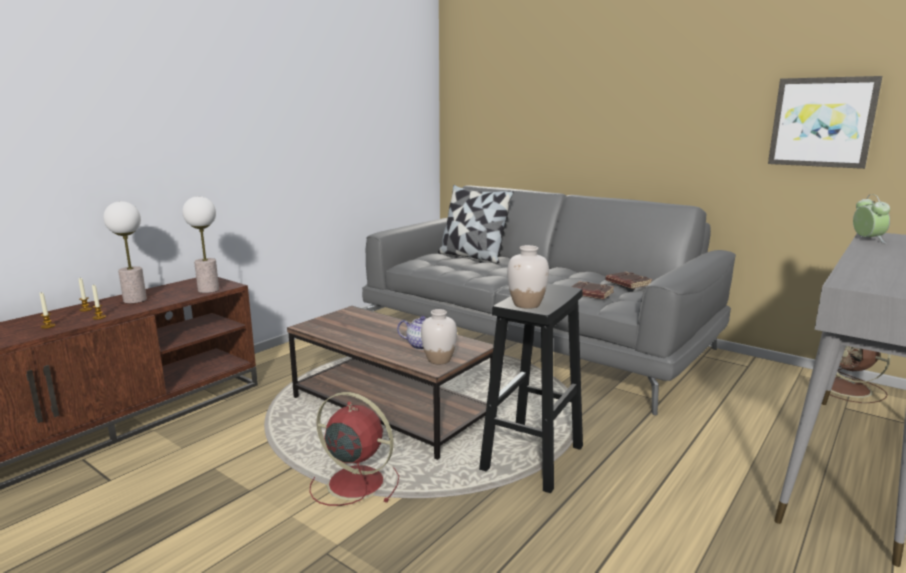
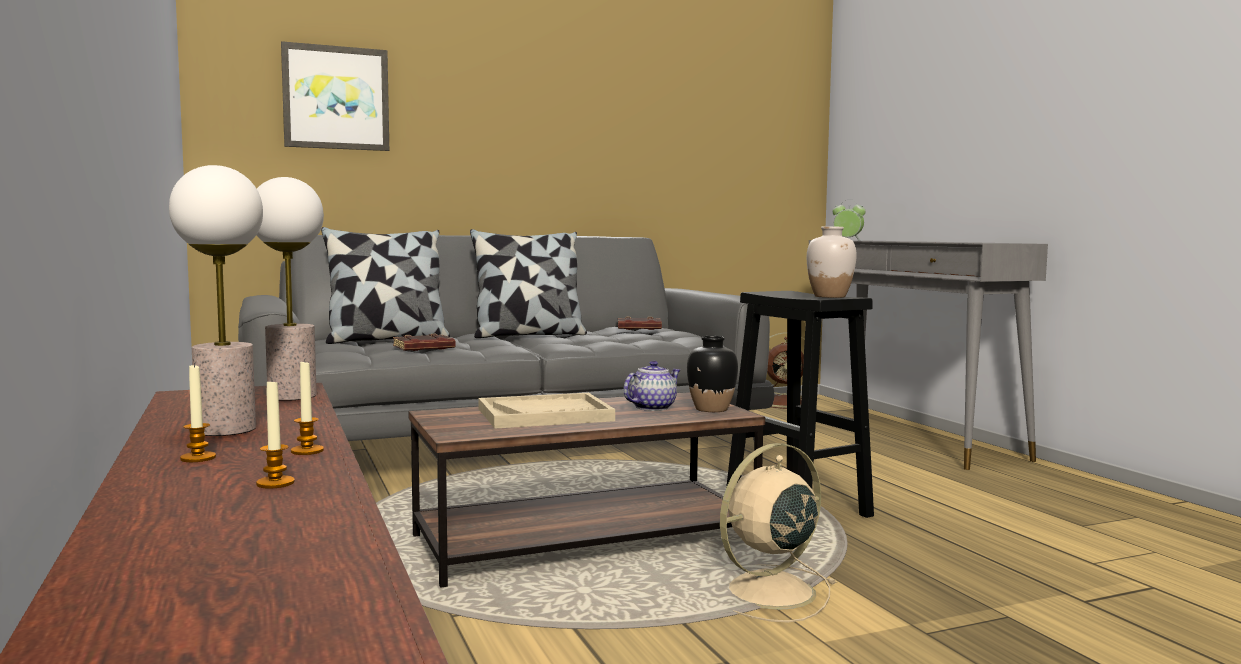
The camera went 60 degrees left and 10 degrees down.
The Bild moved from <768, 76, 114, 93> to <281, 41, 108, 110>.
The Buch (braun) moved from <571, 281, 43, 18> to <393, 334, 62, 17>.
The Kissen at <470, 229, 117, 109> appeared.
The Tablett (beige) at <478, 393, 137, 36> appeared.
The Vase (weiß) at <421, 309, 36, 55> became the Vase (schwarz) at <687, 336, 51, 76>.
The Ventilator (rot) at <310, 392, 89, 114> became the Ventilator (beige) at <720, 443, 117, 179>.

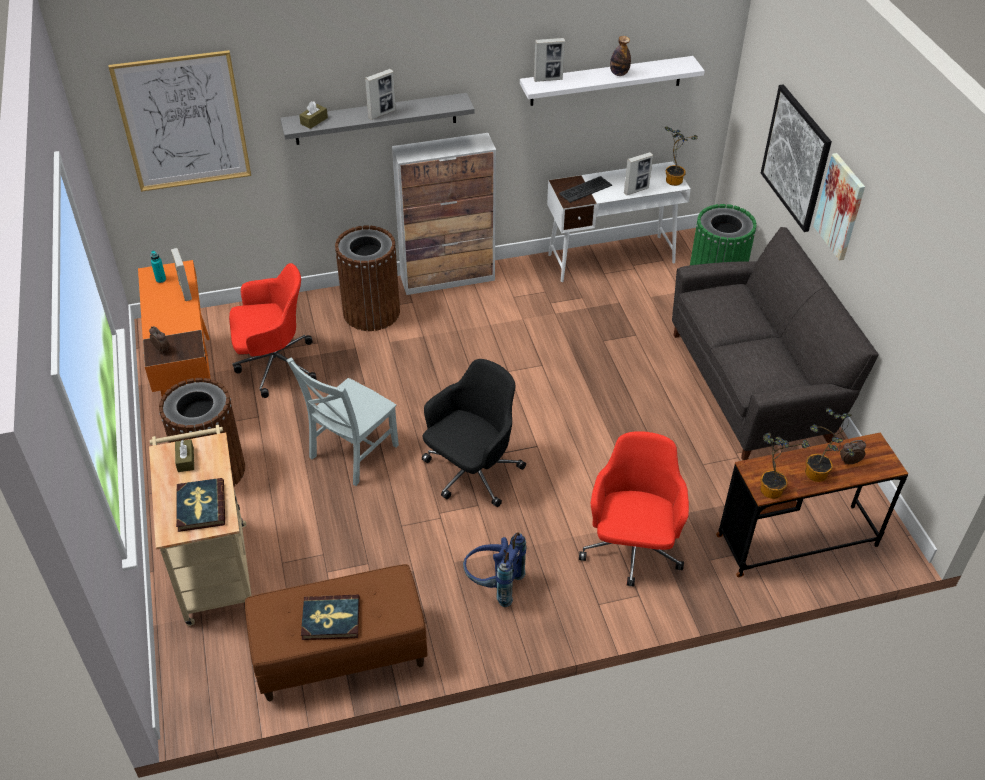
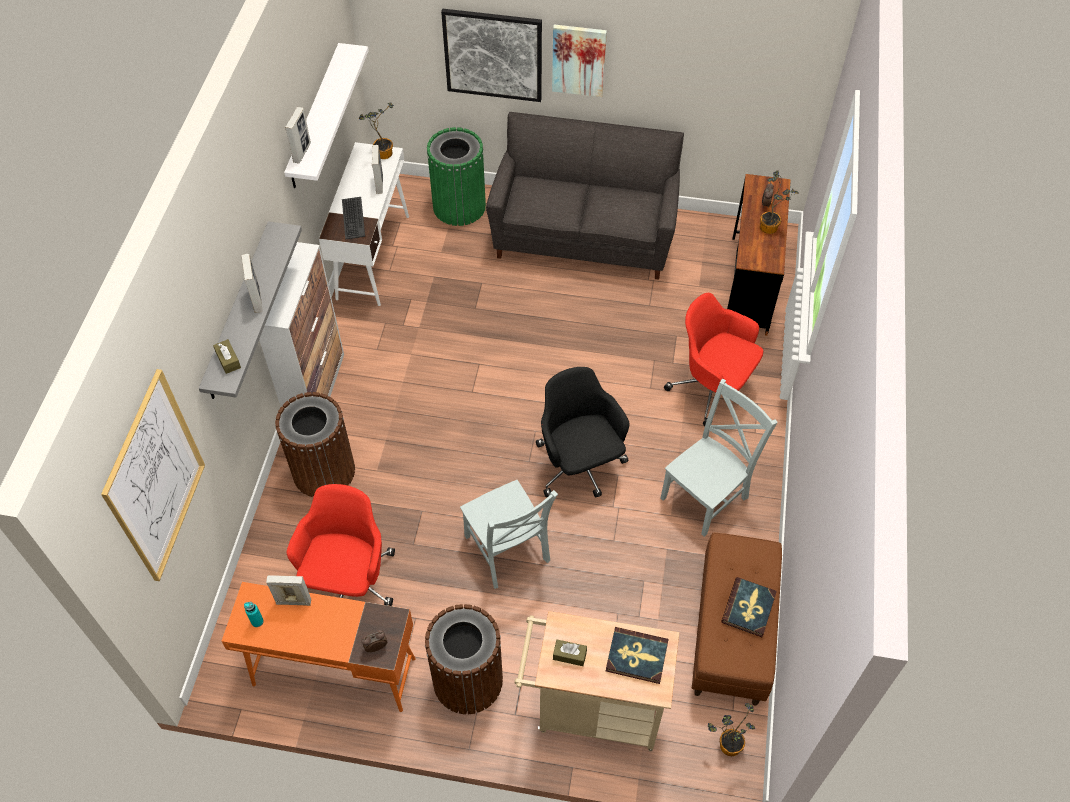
The camera went 65 degrees left and 10 degrees up.
The Rucksack (blau) at <463, 532, 64, 75> was replaced by the Stuhl (grau) at <660, 379, 118, 158>.
The Topfpflanze moved from <760, 433, 49, 66> to <708, 703, 47, 53>.
The Flasche at <610, 36, 21, 40> disappeared.

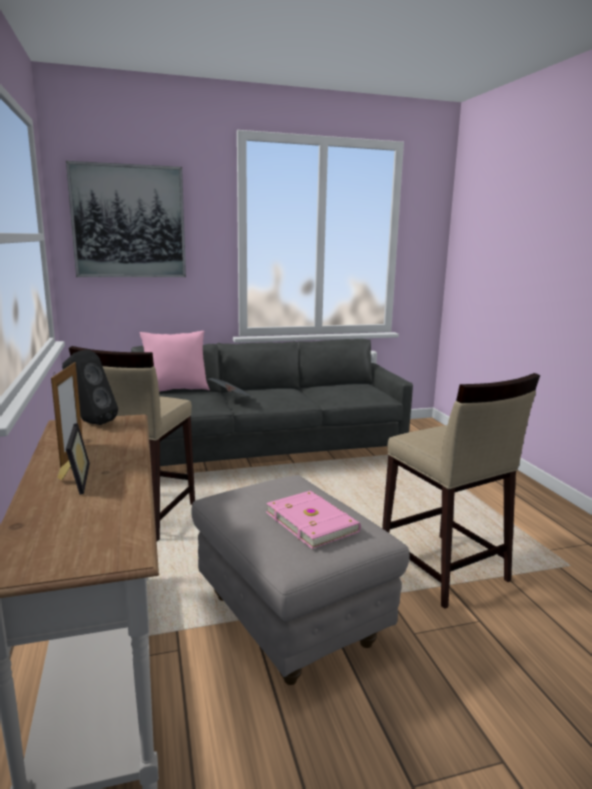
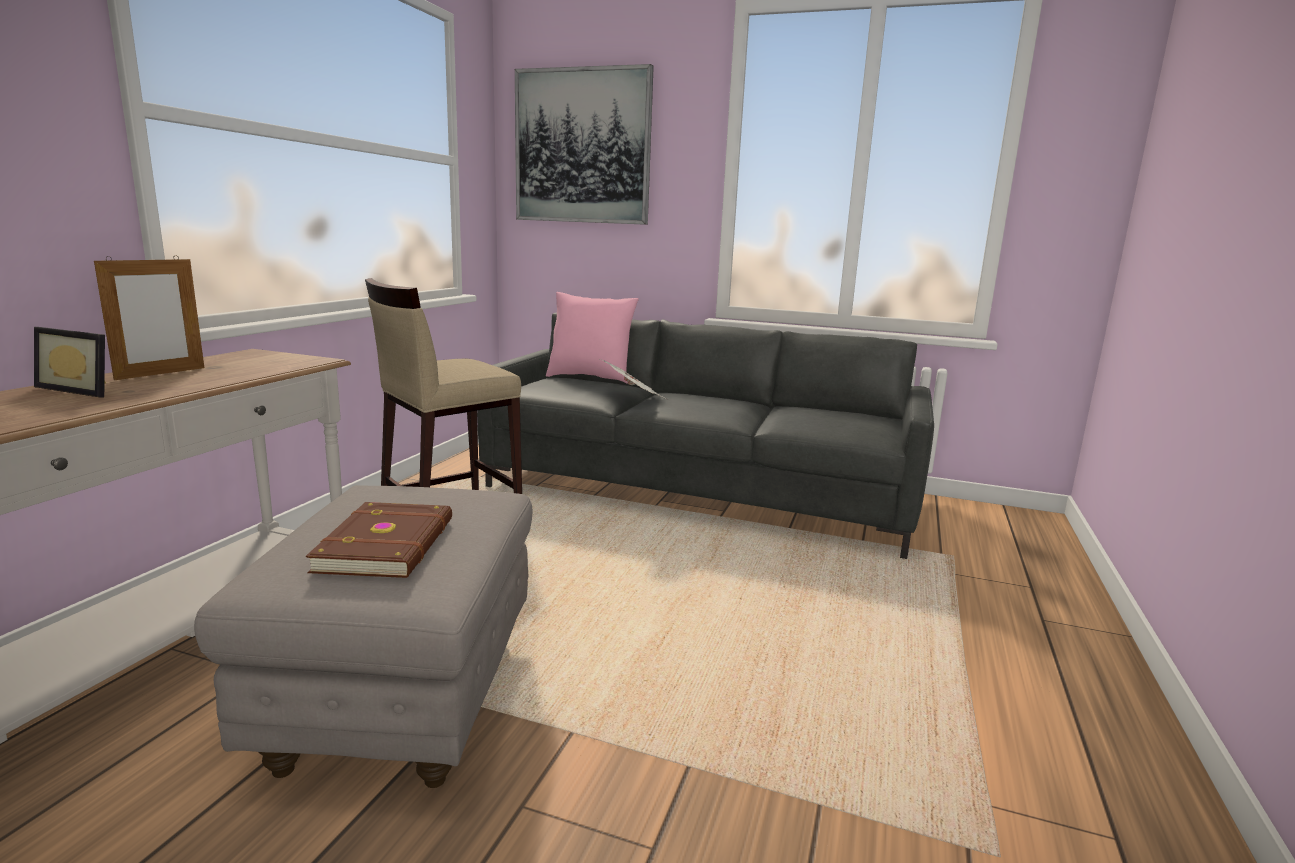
The camera went 35 degrees right and 0 degrees up.
The Bilderrahmen at <57, 423, 33, 72> turned 90 degrees clockwise.
The Buch (rosa) at <266, 491, 95, 58> became the Buch (braun) at <306, 502, 146, 76>.
The Lautsprecher (schwarz) at <62, 350, 56, 75> disappeared.
The Hocker (beige) at <382, 373, 158, 236> disappeared.

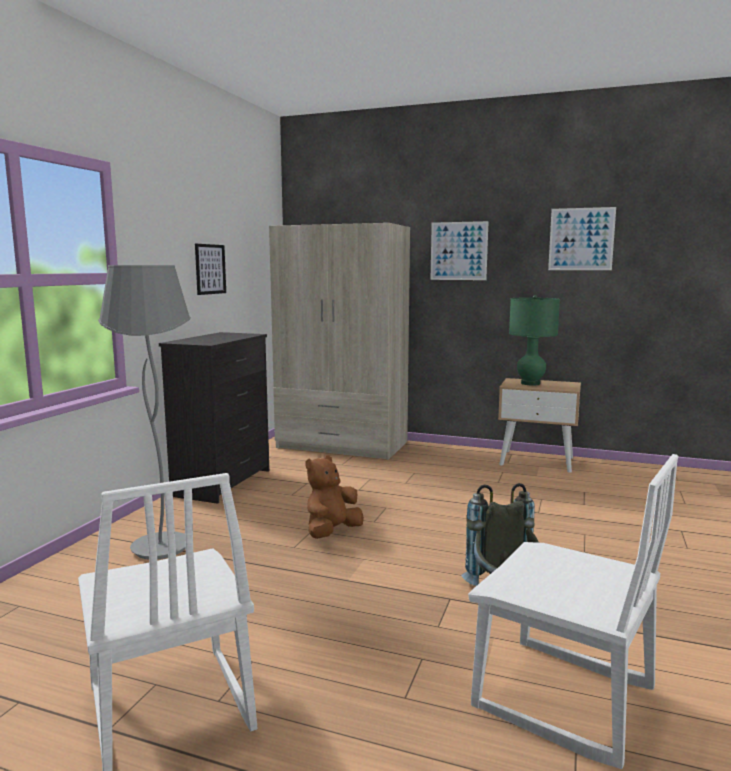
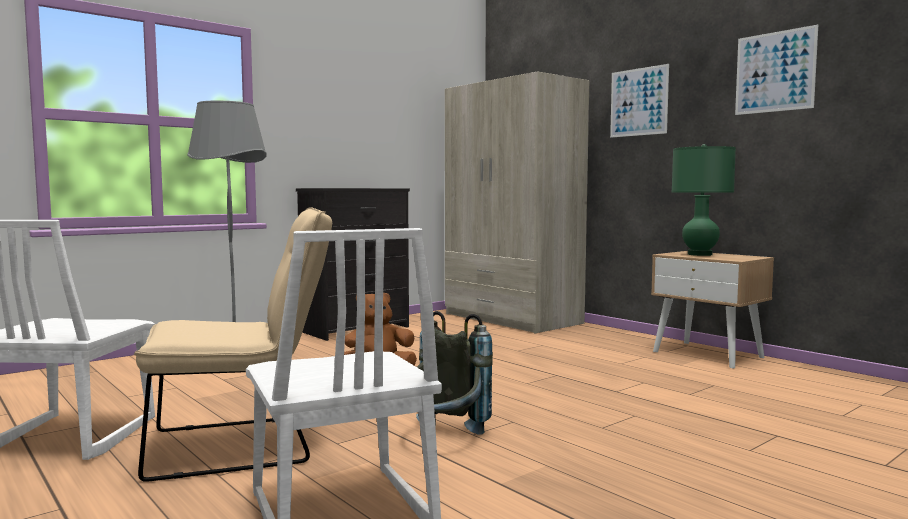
The camera went 30 degrees right and 5 degrees down.
The Stuhl (beige) at <134, 207, 198, 275> appeared.
The Bild at <195, 244, 31, 51> disappeared.

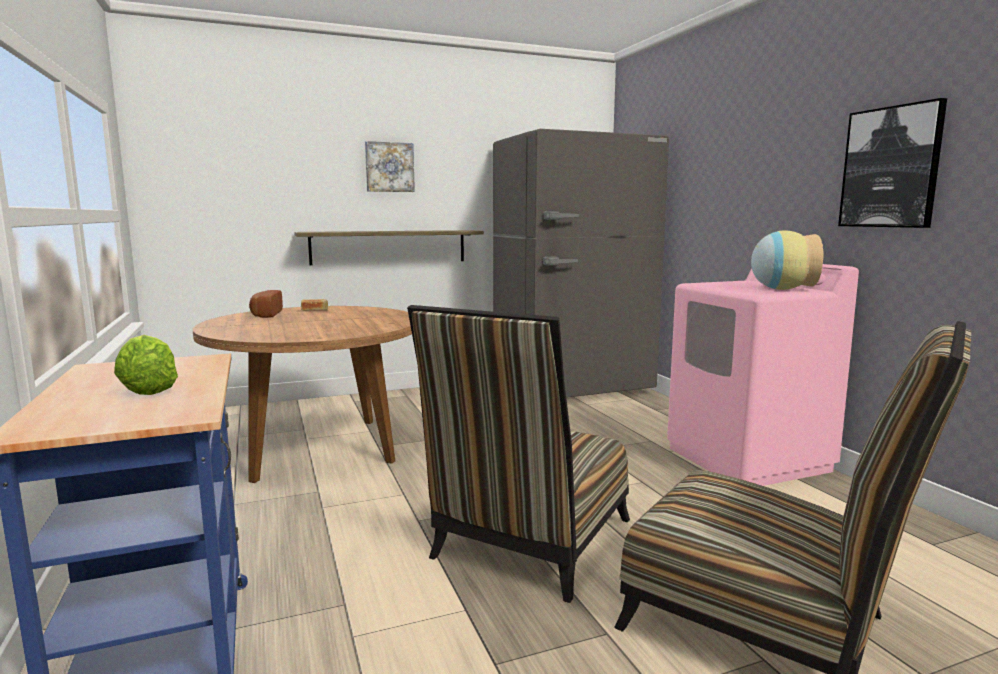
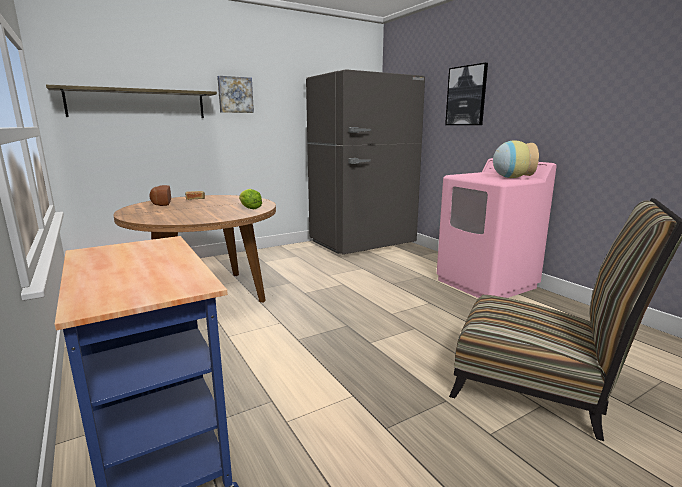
The camera went 10 degrees left and 5 degrees up.
The Wandregal moved from <294, 230, 190, 35> to <46, 85, 171, 33>.
The Salatkopf moved from <114, 335, 64, 60> to <239, 189, 23, 20>.
The Bild moved from <838, 98, 109, 130> to <445, 63, 43, 62>.
The Stuhl at <407, 305, 223, 298> disappeared.

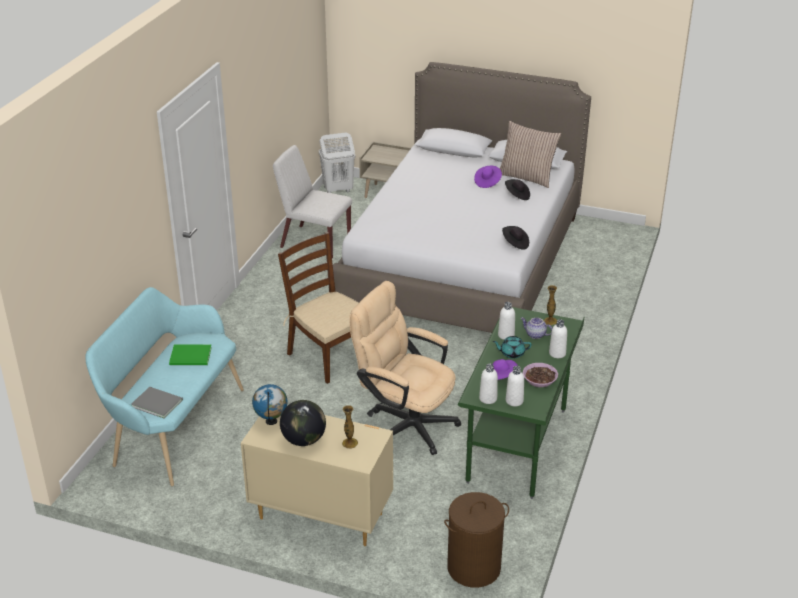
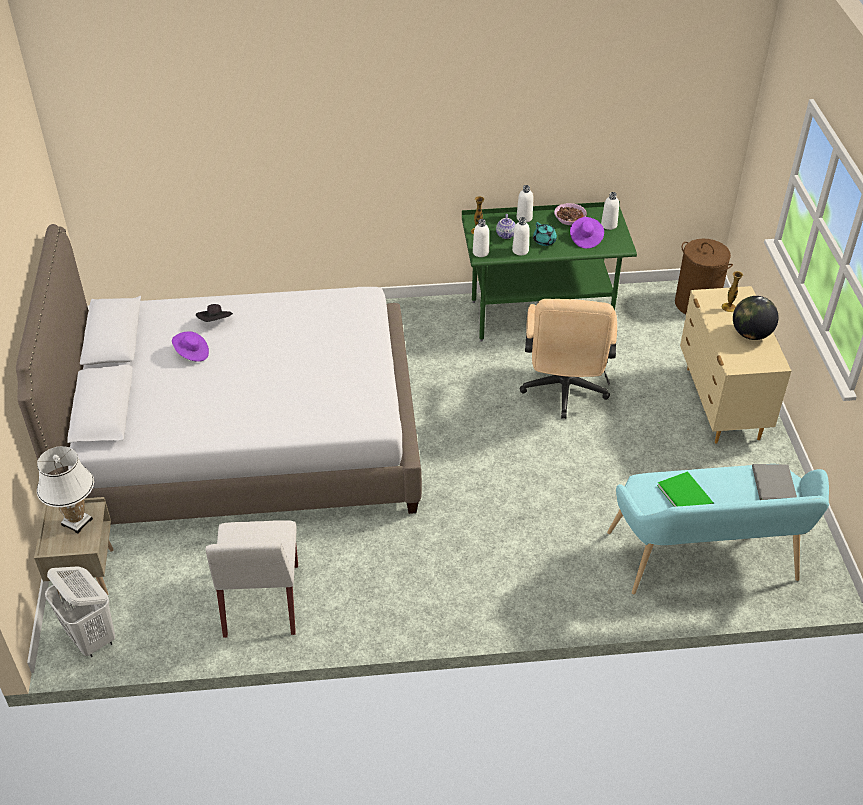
The camera went 115 degrees left and 10 degrees up.
The Tischlampe (weiß) at <37, 446, 57, 88> appeared.
The Flasche (weiß) moved from <479, 364, 19, 40> to <473, 219, 16, 38>.
The Globus at <252, 384, 36, 41> disappeared.
The Stuhl (braun) at <278, 232, 81, 152> disappeared.
The Kissen at <500, 121, 61, 67> disappeared.
The Hut (schwarz) at <502, 226, 27, 24> disappeared.

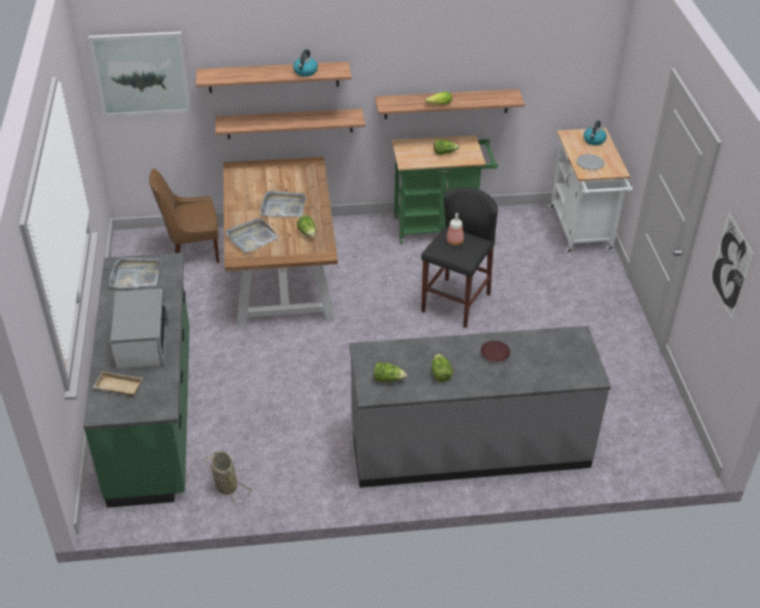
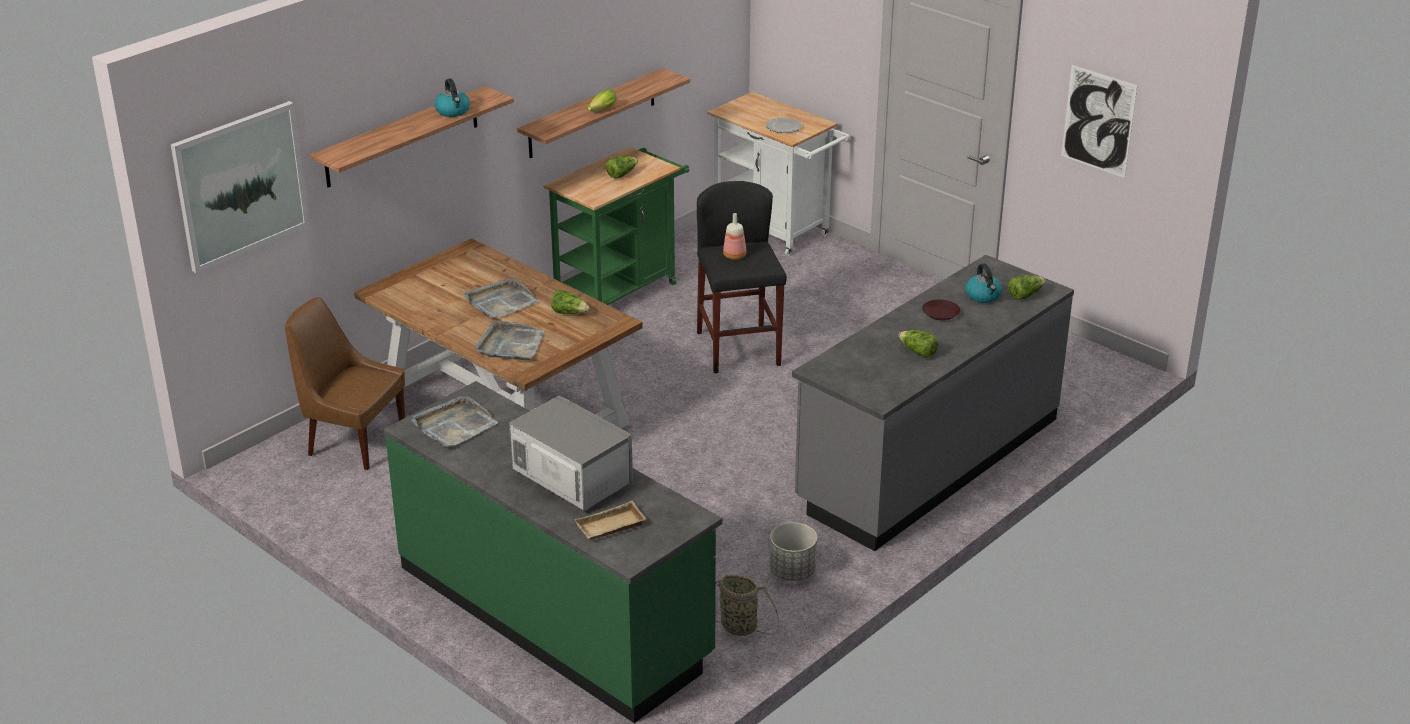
The camera went 40 degrees left and 10 degrees down.
The Stuhl (braun) at <149, 168, 70, 95> turned 75 degrees clockwise.
The Pflanzkübel (grau) at <770, 523, 47, 58> appeared.
The Wasserkessel moved from <584, 120, 23, 25> to <966, 264, 36, 39>.
The Salatkopf moved from <374, 362, 33, 20> to <1008, 275, 38, 25>.
The Wandregal at <216, 109, 149, 30> disappeared.

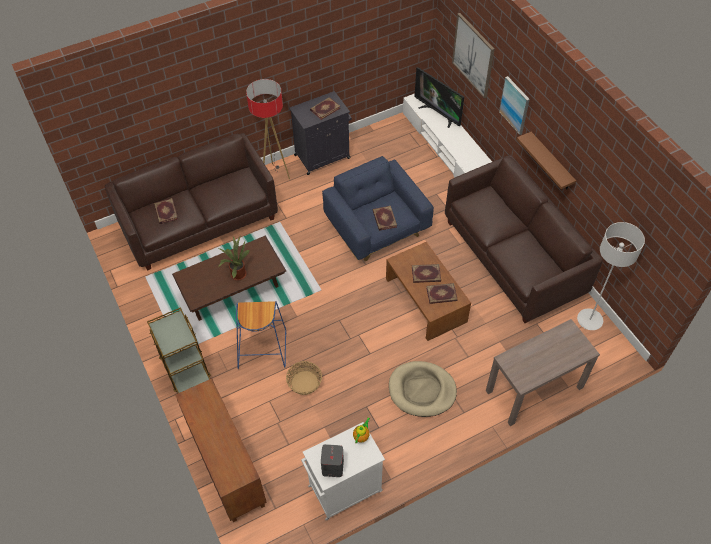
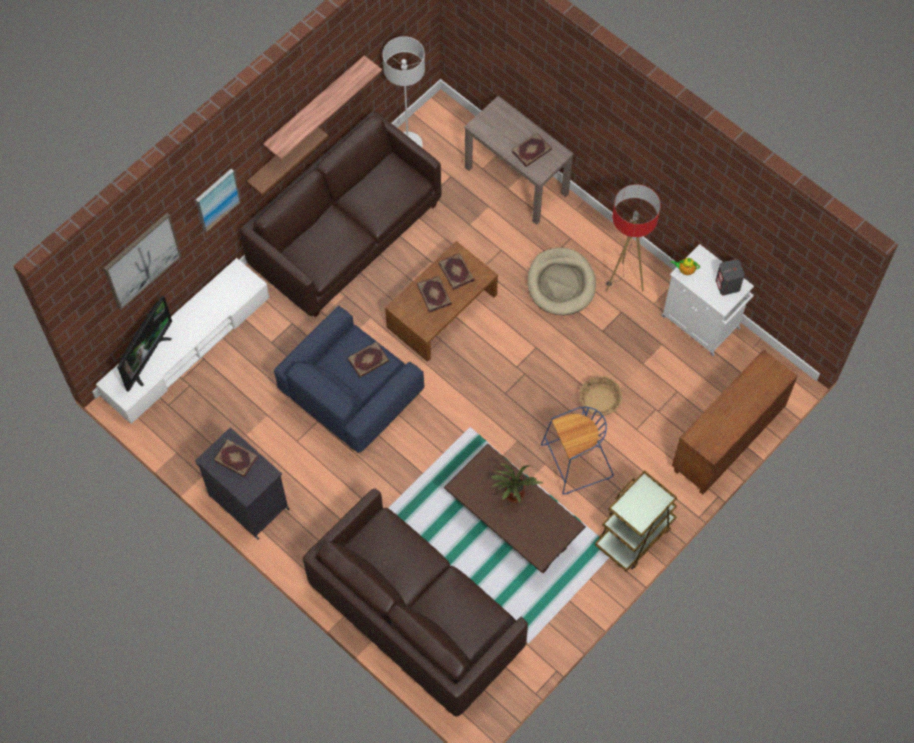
The camera went 110 degrees left and 10 degrees up.
The Wandregal at <263, 55, 119, 105> appeared.
The Buch moved from <154, 198, 24, 26> to <512, 133, 40, 34>.
The Stehlampe moved from <246, 79, 44, 100> to <605, 184, 55, 108>.

